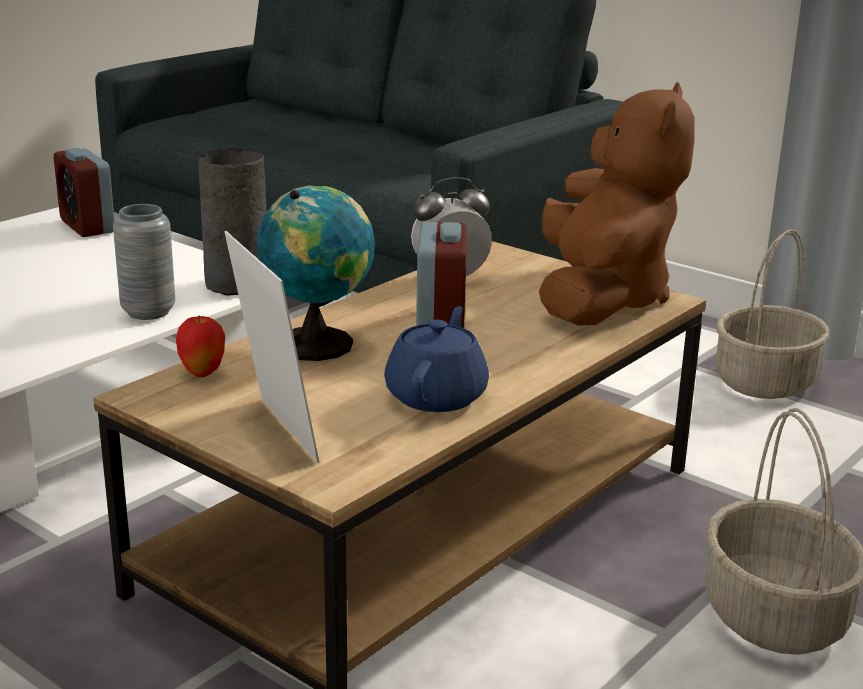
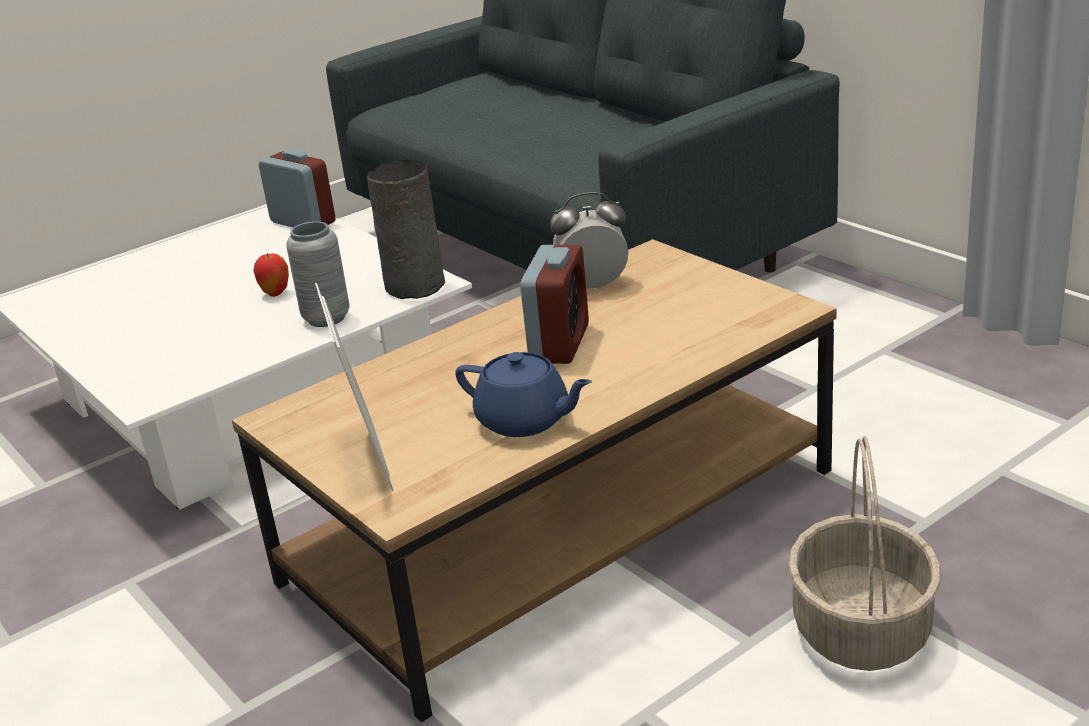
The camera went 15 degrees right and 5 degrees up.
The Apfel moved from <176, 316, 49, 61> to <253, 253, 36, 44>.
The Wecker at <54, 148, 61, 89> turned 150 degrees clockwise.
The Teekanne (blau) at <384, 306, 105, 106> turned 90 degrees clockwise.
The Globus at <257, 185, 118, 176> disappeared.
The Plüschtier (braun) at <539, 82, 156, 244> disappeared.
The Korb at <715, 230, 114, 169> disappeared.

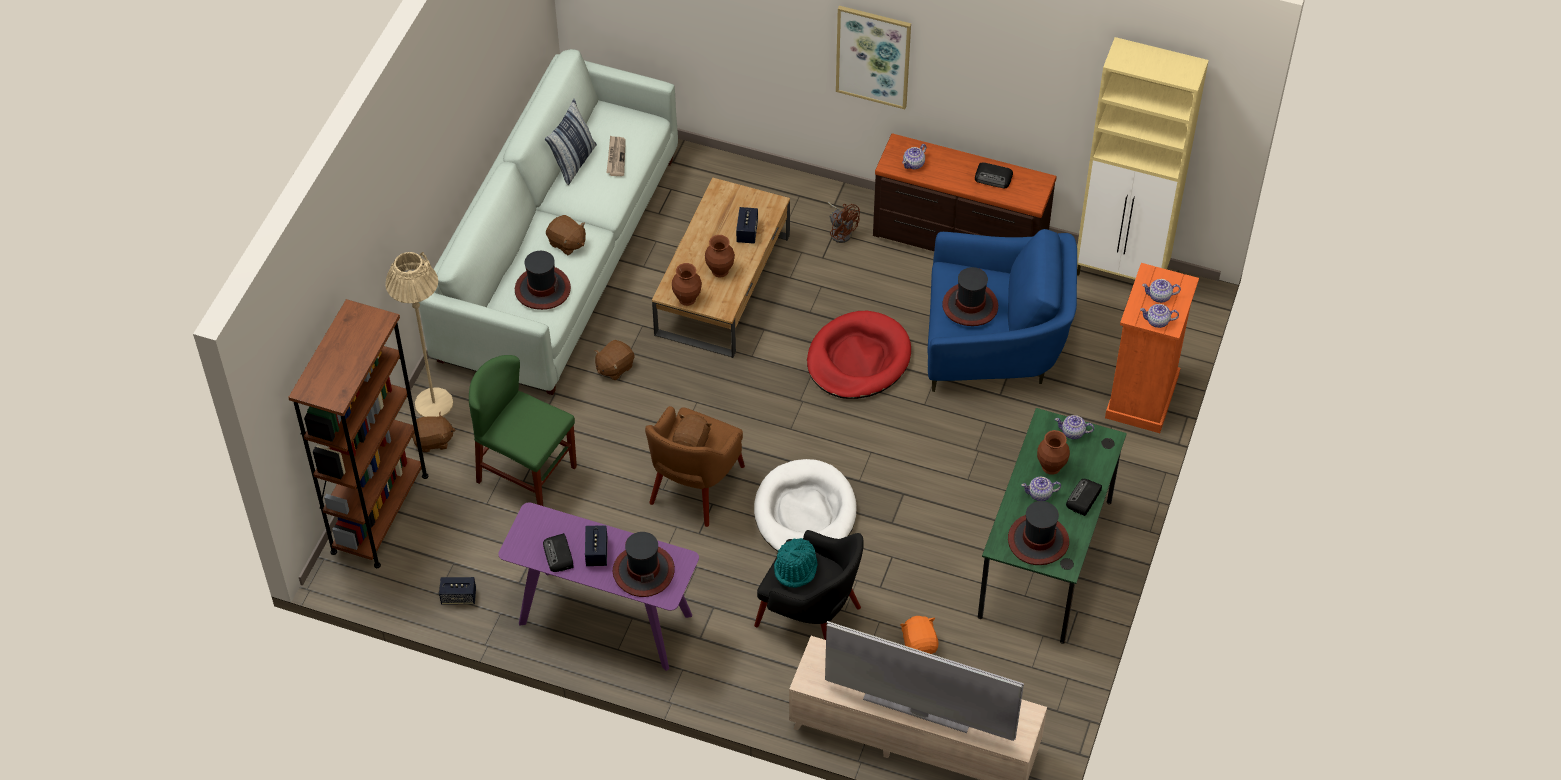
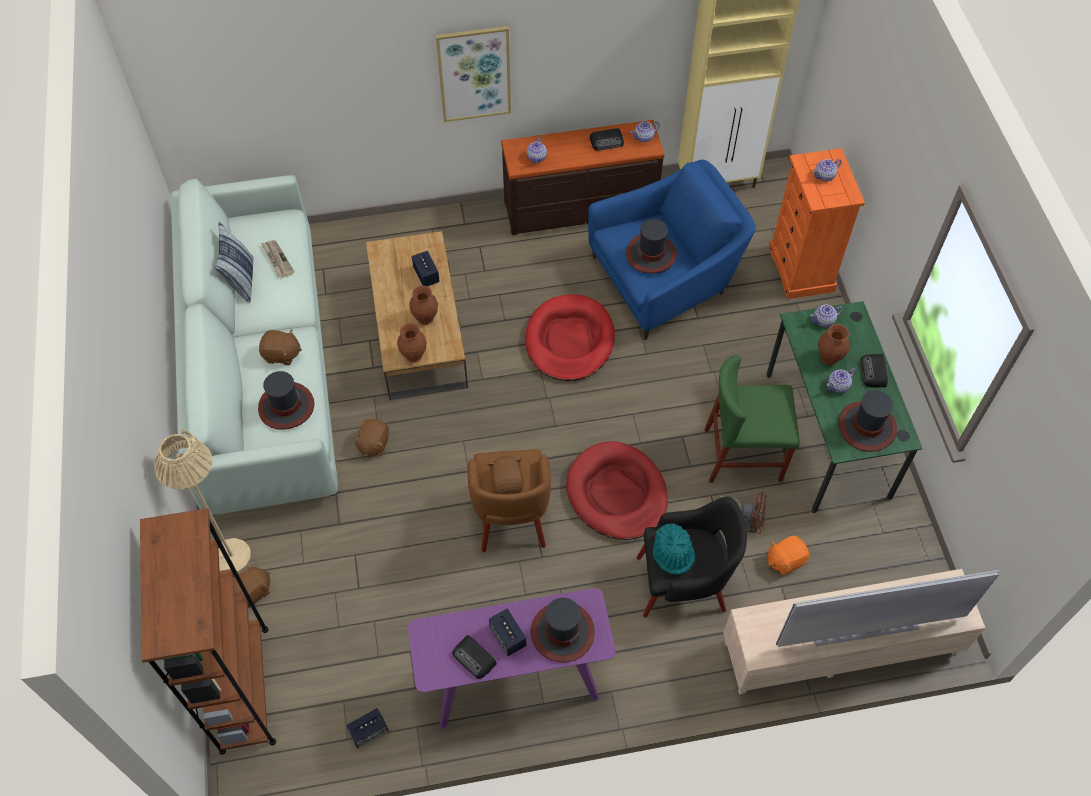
The camera went 30 degrees left and 5 degrees up.
The Hundebett (weiß) at <754, 459, 103, 93> became the Hundebett (rot) at <566, 441, 102, 99>.
The Teekanne moved from <1140, 304, 39, 24> to <630, 121, 30, 21>.
The Stuhl (grün) moved from <469, 355, 108, 151> to <705, 355, 95, 128>.
The Ventilator (braun) moved from <828, 201, 32, 42> to <718, 492, 49, 42>.
The Plüschtier (orange) at <900, 616, 39, 38> turned 75 degrees counterclockwise.

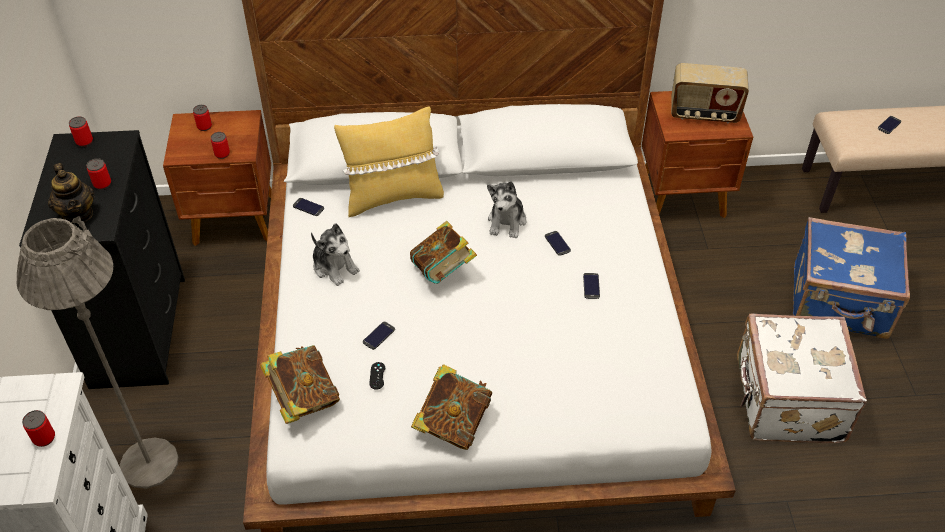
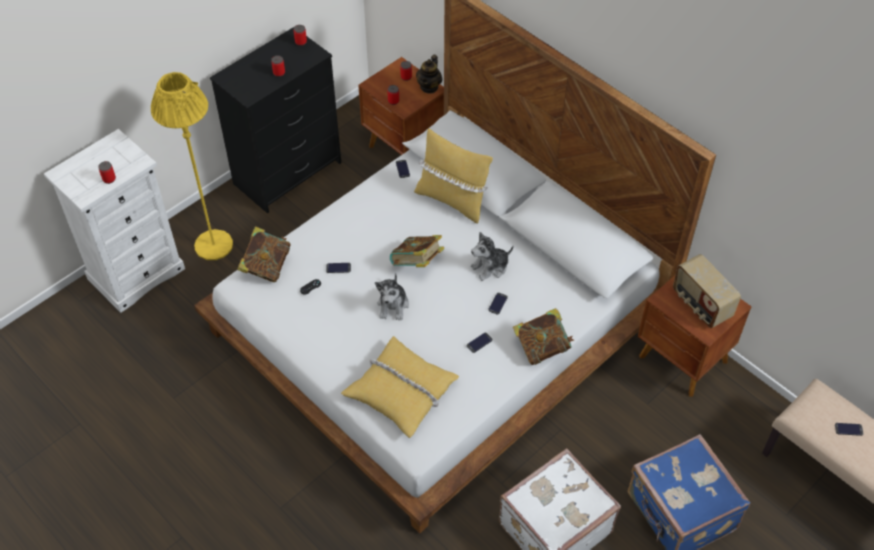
The camera went 50 degrees right and 5 degrees up.
The Stehlampe (grau) at <17, 217, 161, 272> became the Stehlampe (gelb) at <151, 72, 82, 188>.
The Kissen (gelb) at <341, 336, 118, 102> appeared.
The Plüschtier moved from <311, 223, 49, 63> to <375, 273, 34, 47>.
The Teekanne moved from <48, 163, 47, 61> to <416, 55, 26, 39>.
The Buch moved from <411, 364, 81, 86> to <513, 308, 61, 57>.

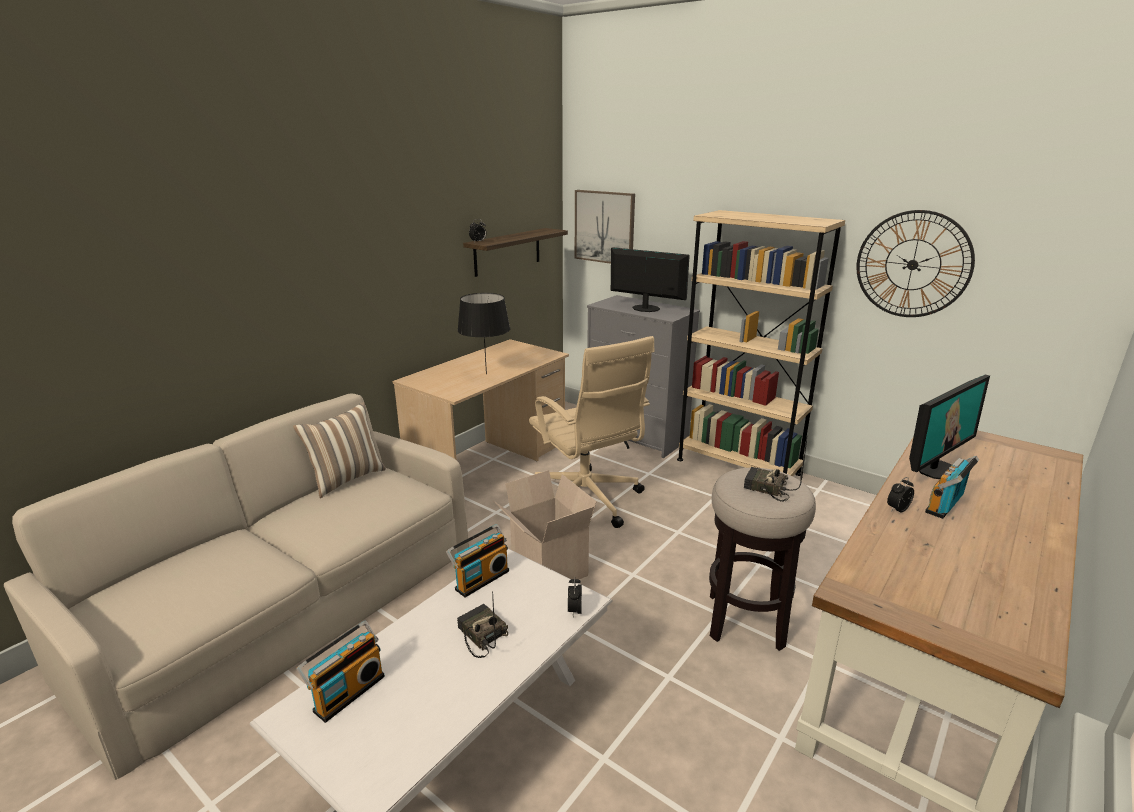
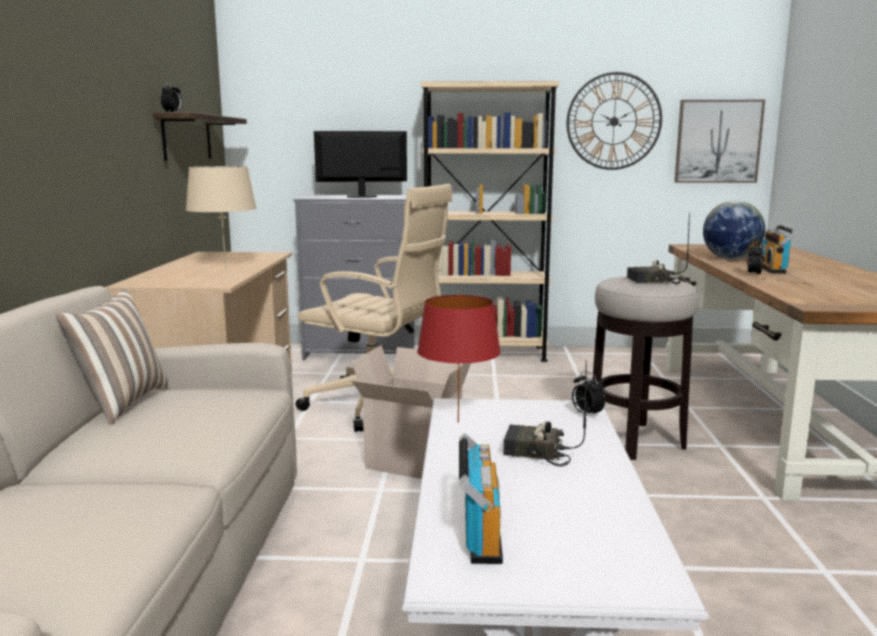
The camera went 35 degrees left and 10 degrees down.
The Tischlampe (schwarz) at <457, 293, 53, 81> became the Tischlampe (beige) at <185, 166, 72, 105>.
The Radio at <446, 524, 63, 73> was replaced by the Tischlampe (rot) at <417, 295, 84, 128>.
The Bild moved from <575, 190, 60, 74> to <675, 100, 90, 83>.
The Monitor at <909, 375, 81, 104> was replaced by the Globus at <703, 200, 62, 60>.

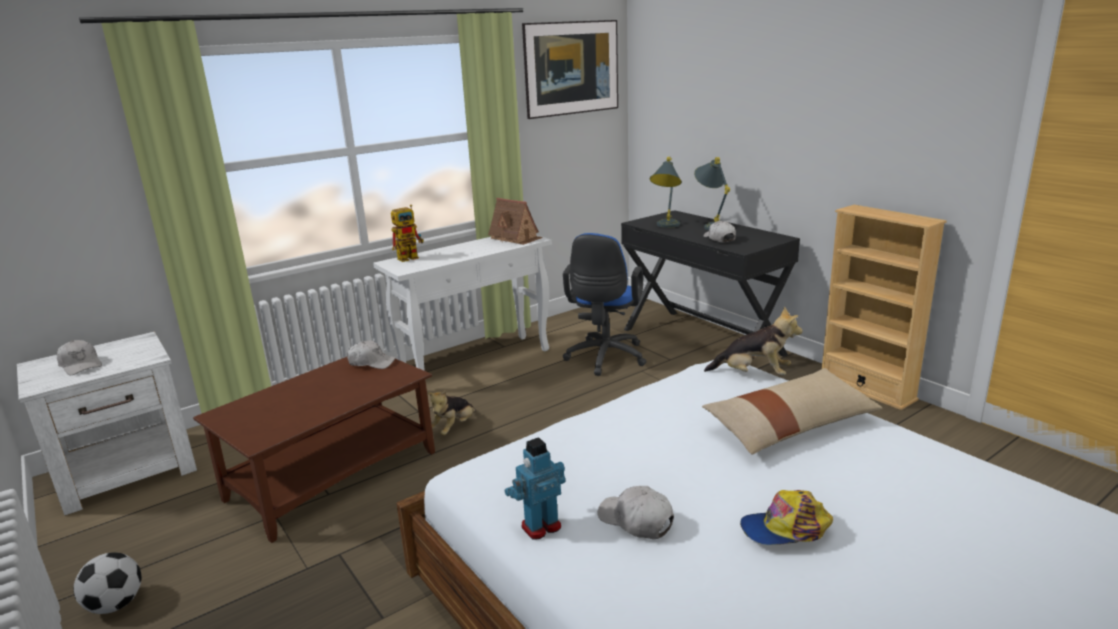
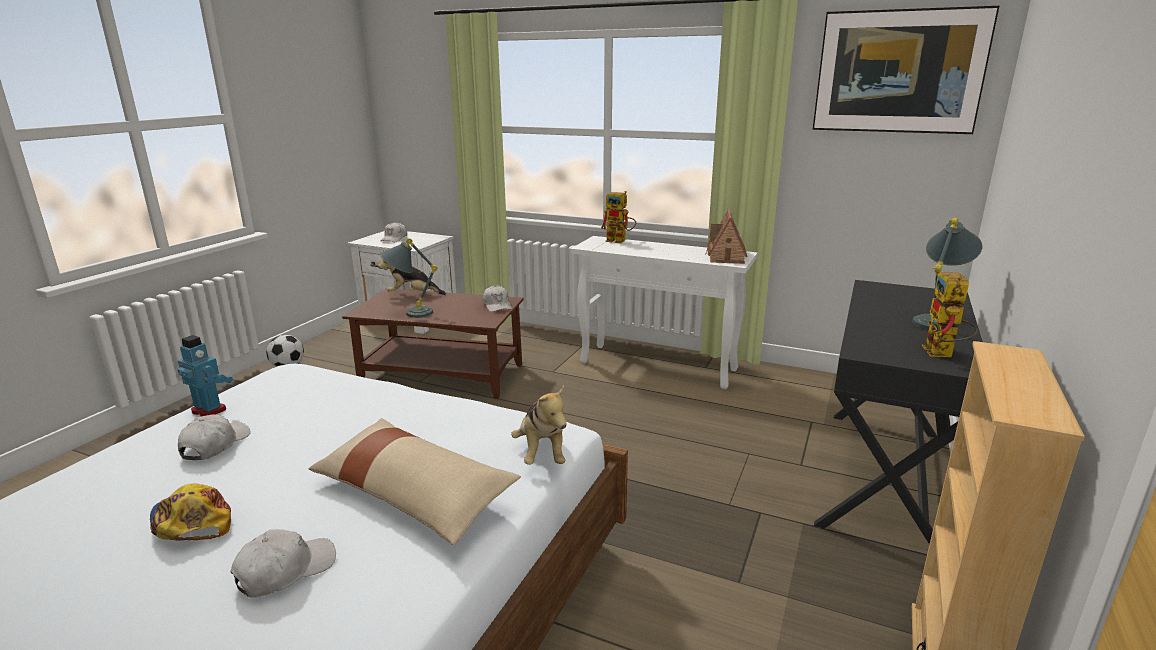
The camera went 60 degrees right and 0 degrees up.
The Kappe (weiß) moved from <703, 221, 33, 21> to <230, 529, 106, 69>.
The Plüschtier moved from <428, 390, 48, 45> to <379, 250, 67, 45>.
The Tischlampe (grau) moved from <650, 157, 32, 71> to <380, 238, 57, 80>.
The Spielzeugroboter at <922, 272, 56, 85> appeared.
The Bürostuhl (blau) at <563, 233, 84, 143> disappeared.

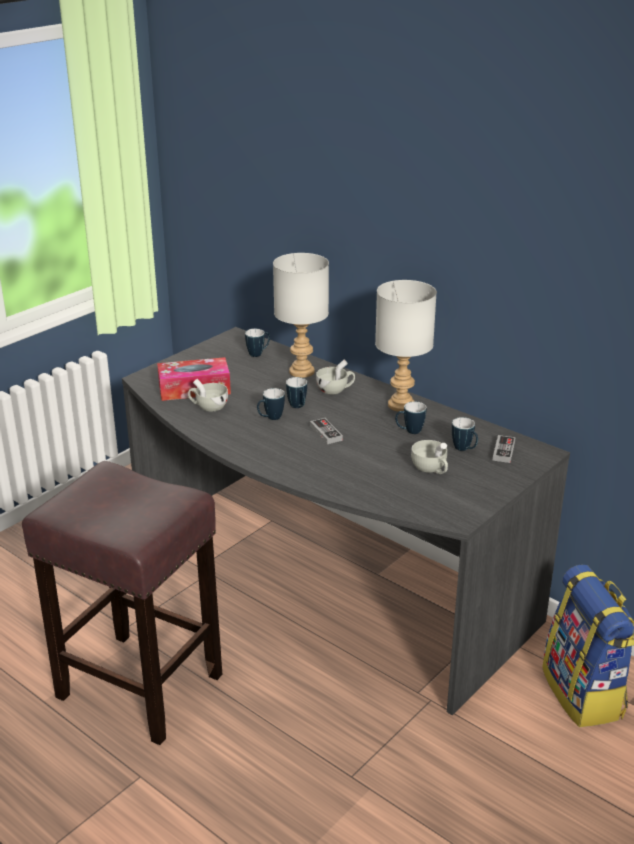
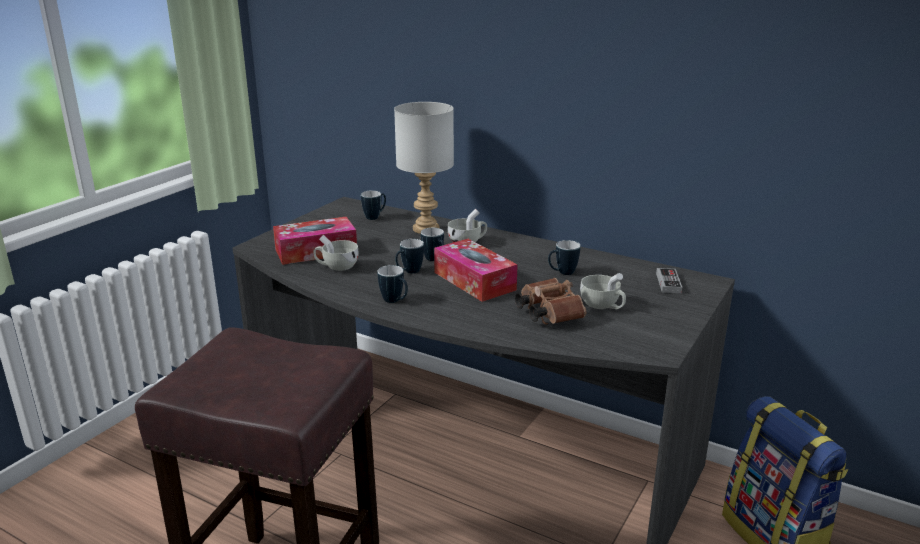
The camera went 10 degrees left and 5 degrees down.
The Henkelbecher moved from <452, 417, 26, 34> to <378, 265, 30, 38>.
The Gamepad at <310, 418, 33, 26> was replaced by the Taschentuchbox at <434, 239, 84, 63>.
The Fernglas (braun) at <515, 278, 71, 47> appeared.
The Tischlampe (grau) at <375, 280, 62, 132> disappeared.

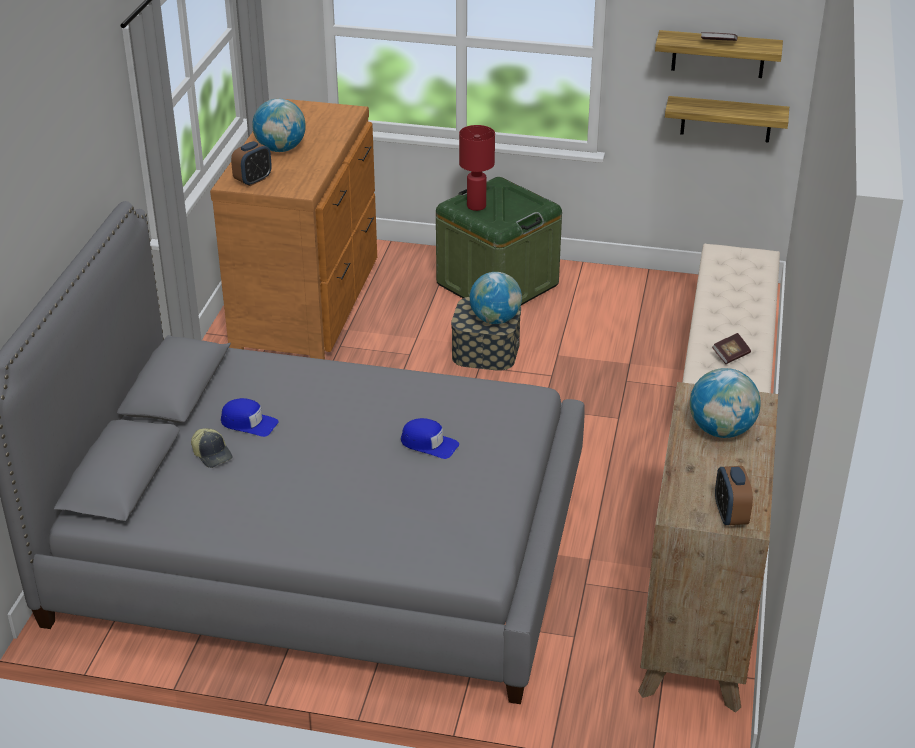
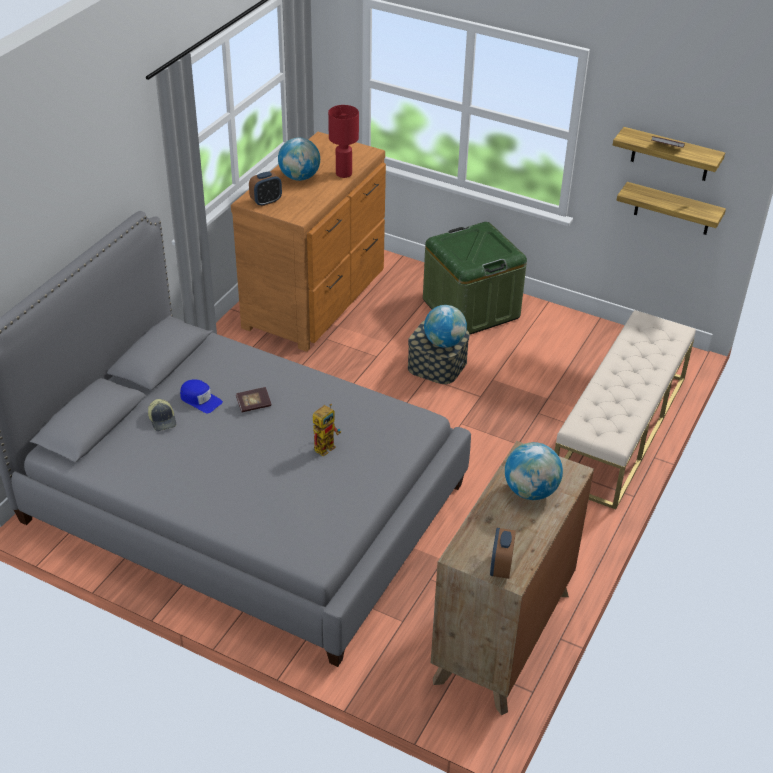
The camera went 15 degrees right and 5 degrees up.
The Buch moved from <712, 333, 39, 31> to <236, 387, 35, 26>.
The Kappe (blau) at <401, 418, 58, 41> was replaced by the Spielzeugroboter at <313, 404, 28, 53>.
The Tischlampe (rot) moved from <459, 125, 36, 86> to <328, 105, 31, 73>.

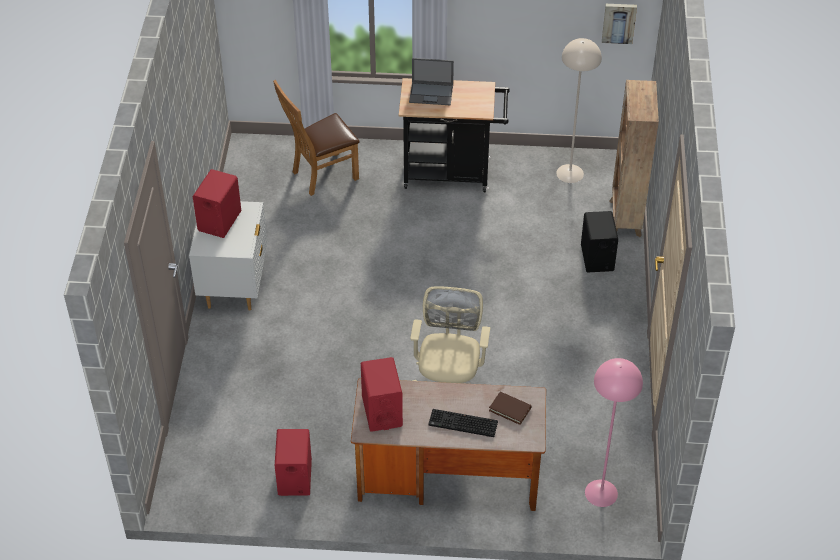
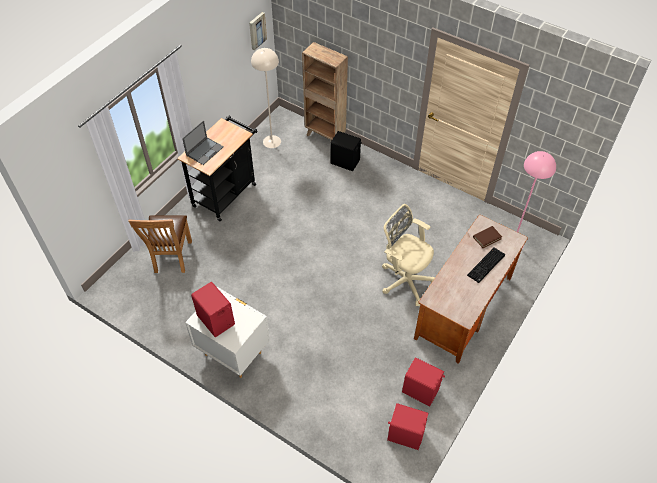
The camera went 60 degrees left and 5 degrees up.
The Lautsprecher (rot) moved from <361, 357, 42, 74> to <387, 403, 41, 47>.

